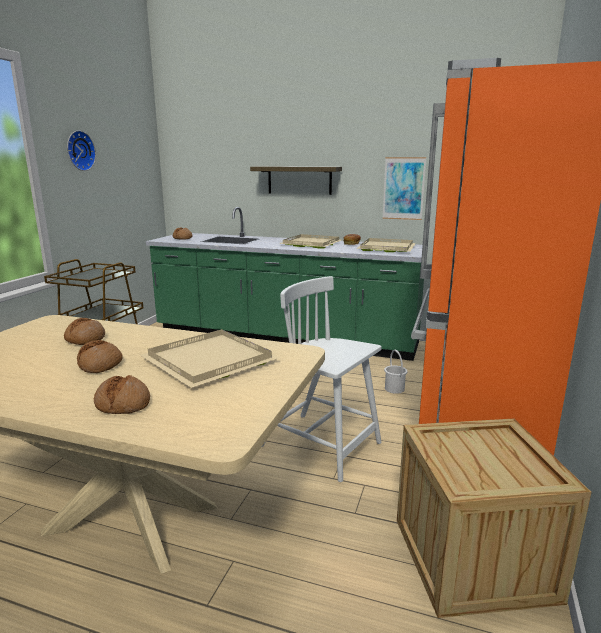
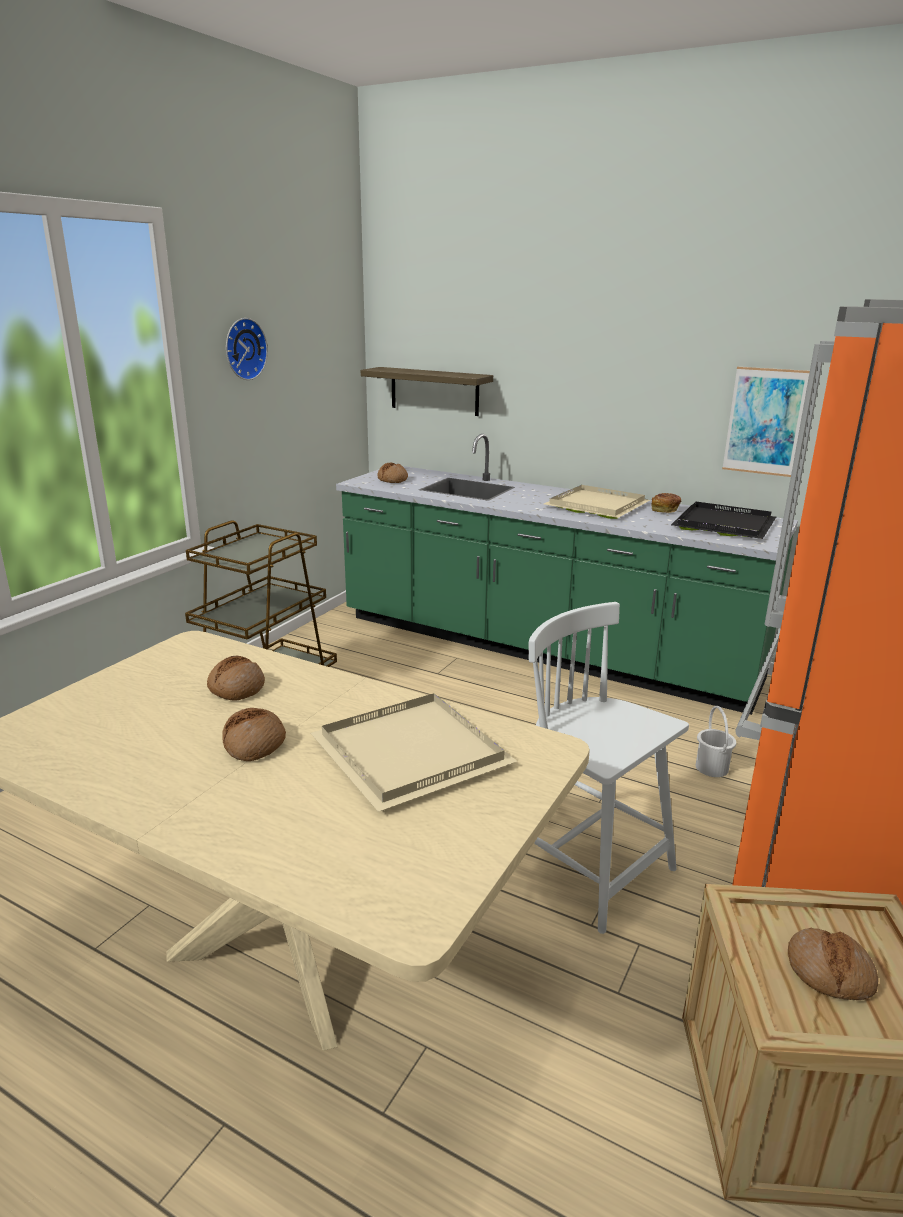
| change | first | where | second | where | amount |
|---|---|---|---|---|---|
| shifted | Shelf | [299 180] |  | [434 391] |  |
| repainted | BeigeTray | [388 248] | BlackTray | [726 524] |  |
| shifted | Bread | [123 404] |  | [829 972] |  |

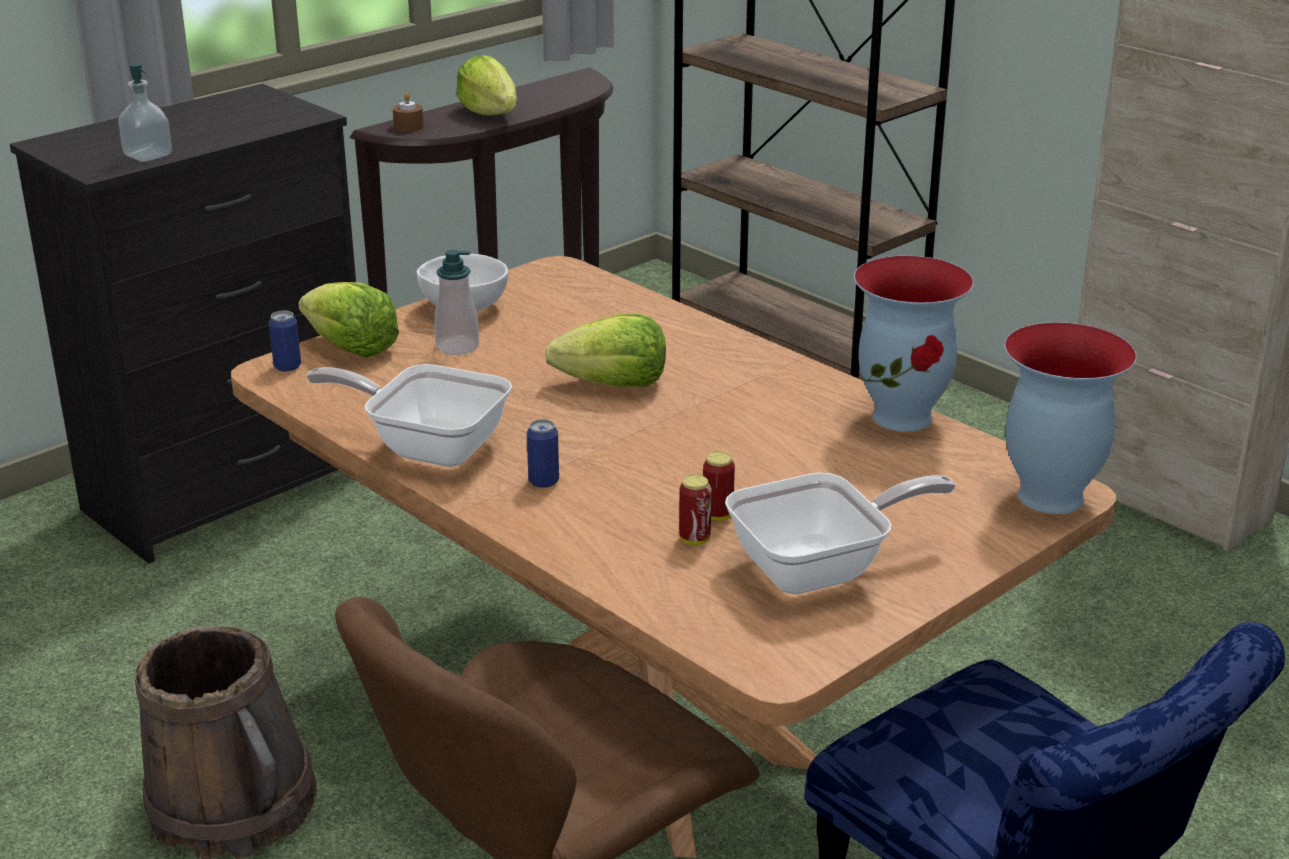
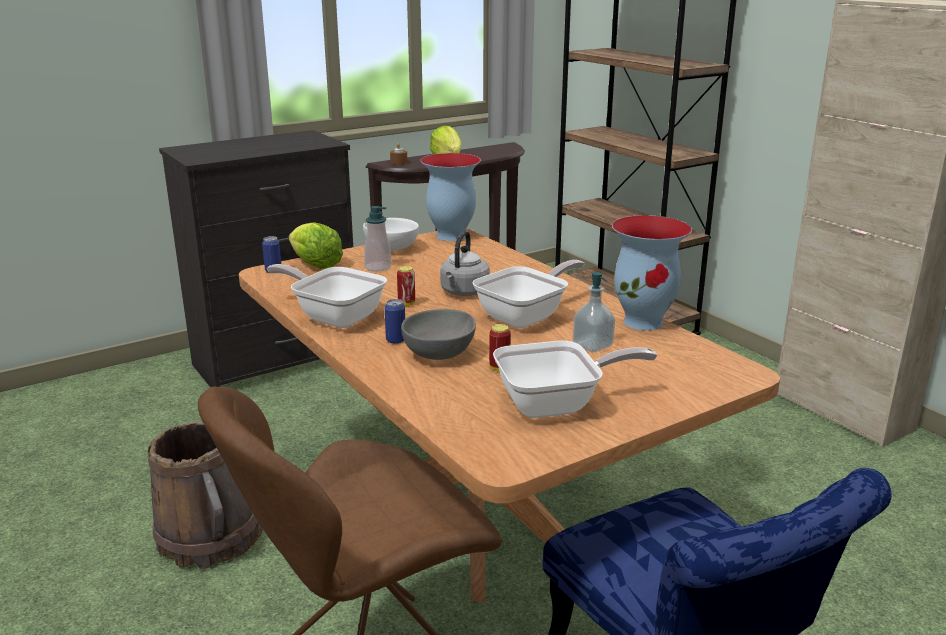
| change | first | where | second | where | amount |
|---|---|---|---|---|---|
| shifted | Can | [694 540] |  | [406 303] |  |
| new |  |  | GreyBowl | [441 355] |  |
| shifted | Vase | [1049 498] |  | [450 236] |  |
| swapped | Lettuce | [613 384] | GreyKettle | [463 292] |  |
| new |  |  | FryingPan | [527 316] |  |
| shifted | SoapDispenser | [148 155] |  | [592 345] |  |

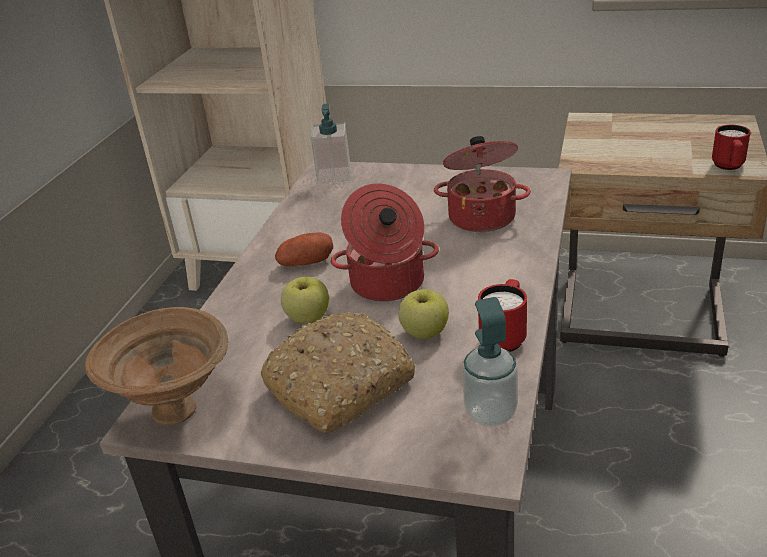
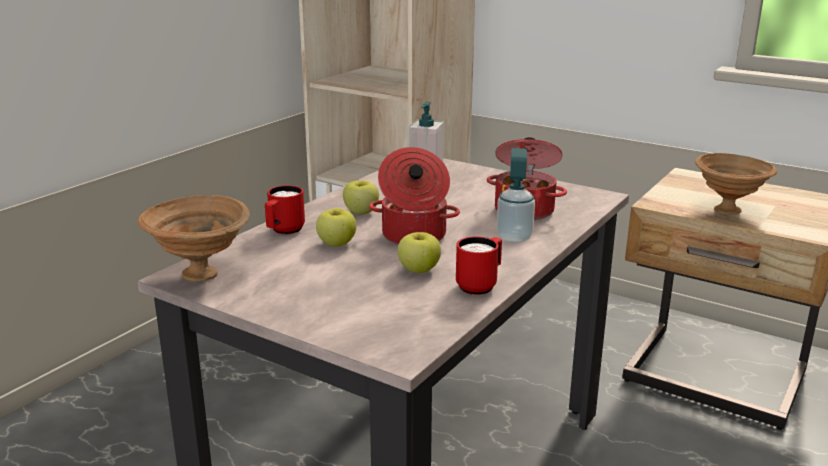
| change | first | where | second | where | amount |
|---|---|---|---|---|---|
| shifted | RedMug | [728 167] |  | [284 231] |  |
| swapped | Potato | [306 263] | Apple | [361 212] |  |
| shifted | SoapDispenser | [490 413] |  | [514 238] |  |
| new |  |  | BrownBowl | [727 210] |  |
| gone | Bread | [341 384] |  |  |  |

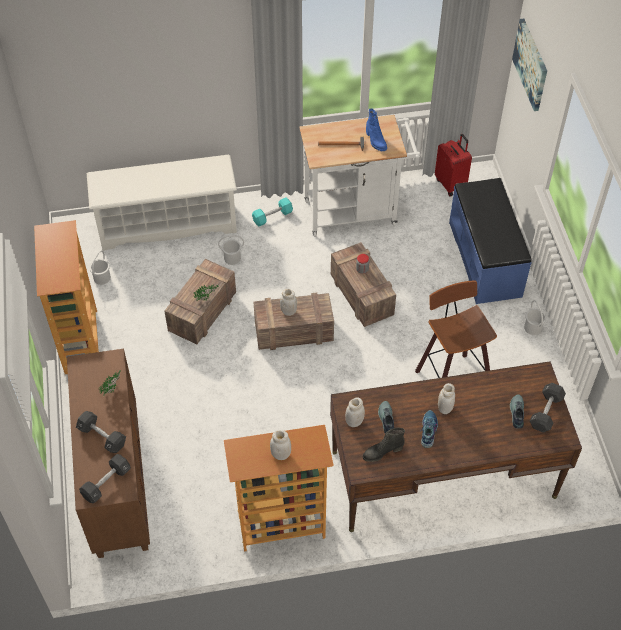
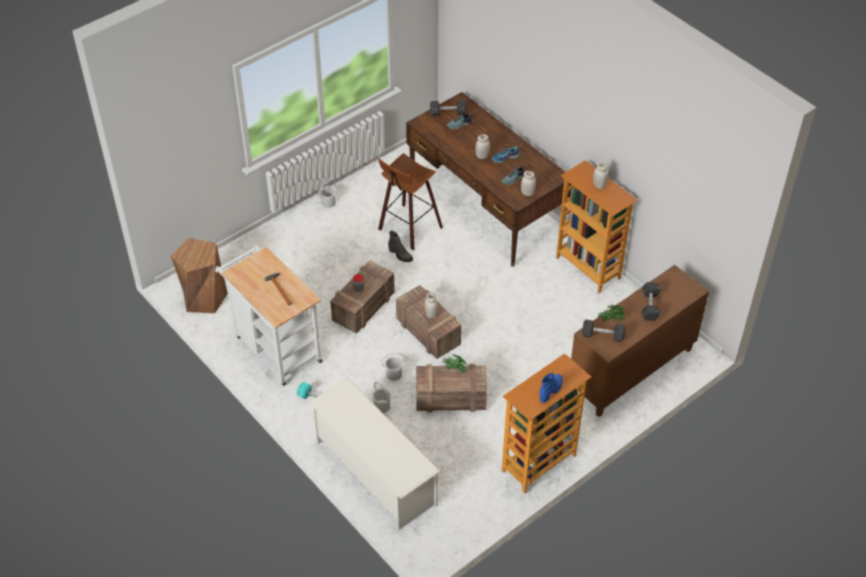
| change | first | where | second | where | amount |
|---|---|---|---|---|---|
| swapped | RedSuitcase | [451 184] | BrownStool | [204 298] |  |
| shifted | WhiteBucket | [101 278] |  | [394 374] |  |
| shifted | BlackBoot | [382 452] |  | [400 255] |  |
| shifted | BlueBoot | [375 141] |  | [551 390] |  |
| shifted | BlackDumbbell | [106 483] |  | [602 335] |  |
| gone | BlueBench | [485 259] |  |  |  |
| gone | Picture | [531 64] |  |  |  |

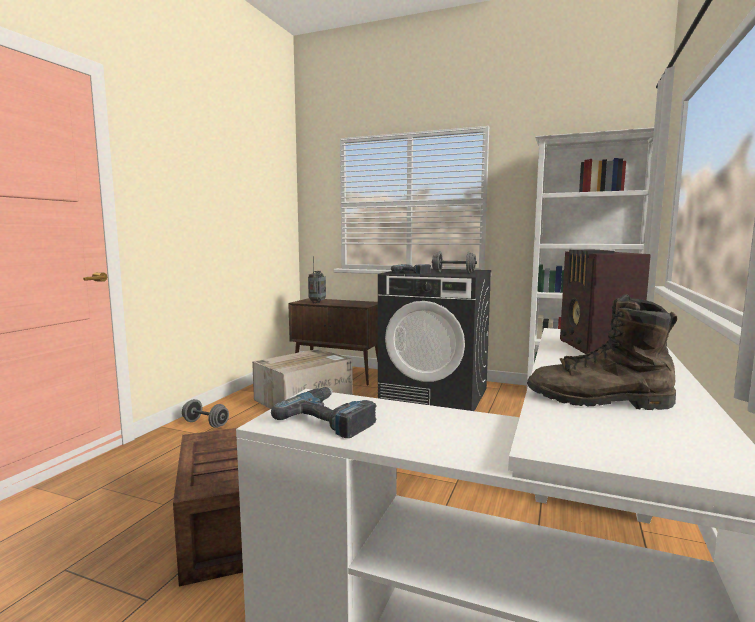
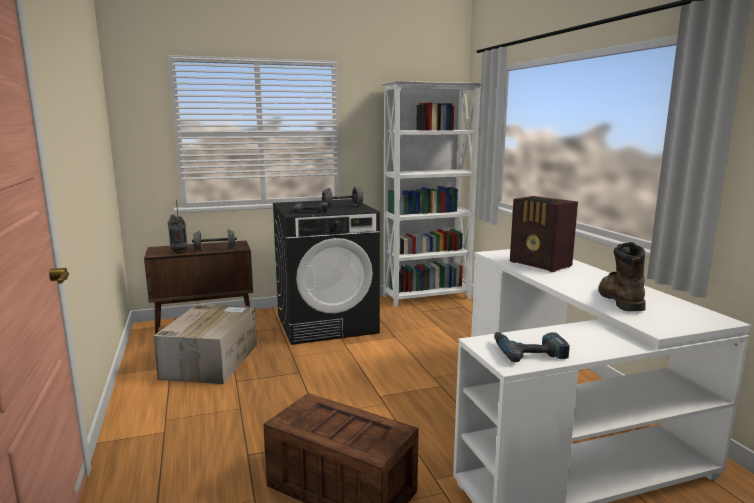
| change | first | where | second | where | amount |
|---|---|---|---|---|---|
| shifted | GreyDumbbell | [205 424] |  | [215 249] |  |
| rotated | BrownBoot | [598 401] |  | [619 300] | 120 degrees clockwise |

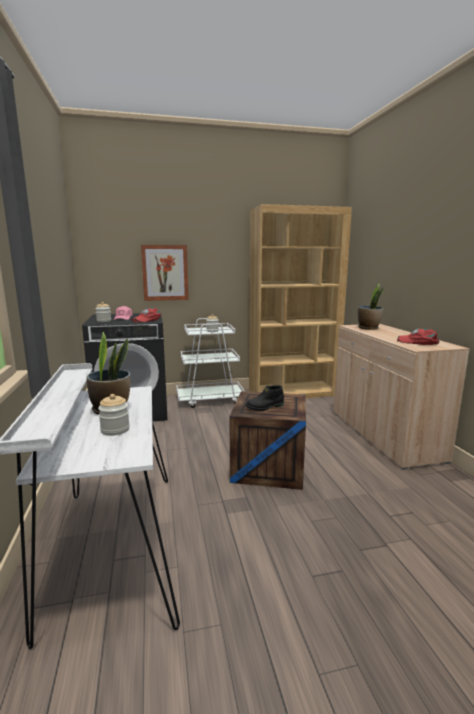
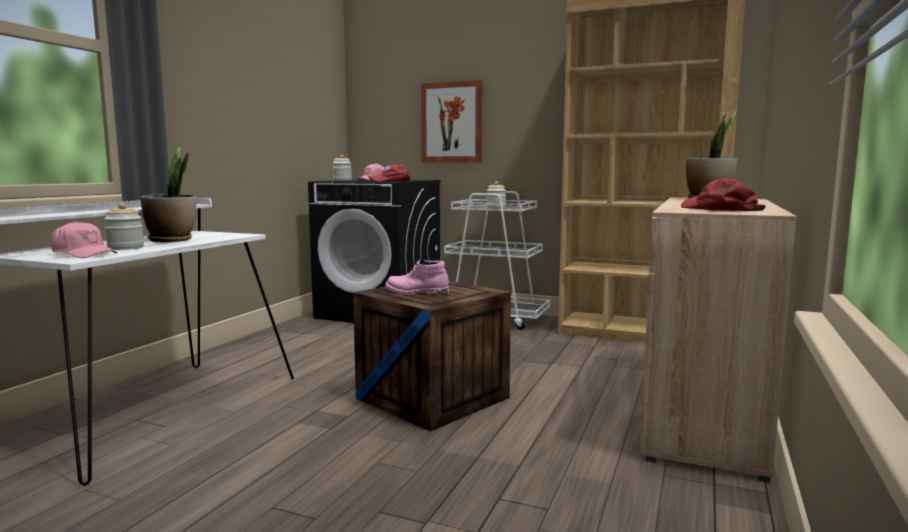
| change | first | where | second | where | amount |
|---|---|---|---|---|---|
| new |  |  | PinkCap | [84 254] |  |
| repainted | BlackBoot | [265 407] | PinkBoot | [416 292] |  |

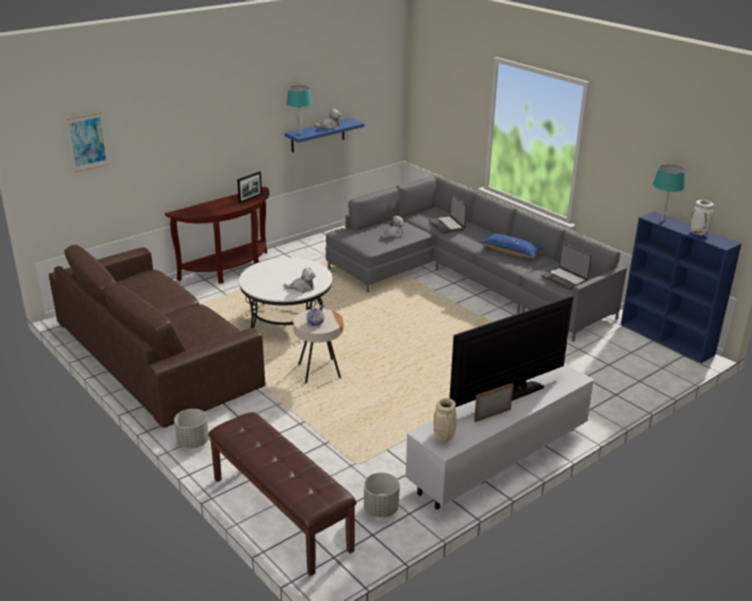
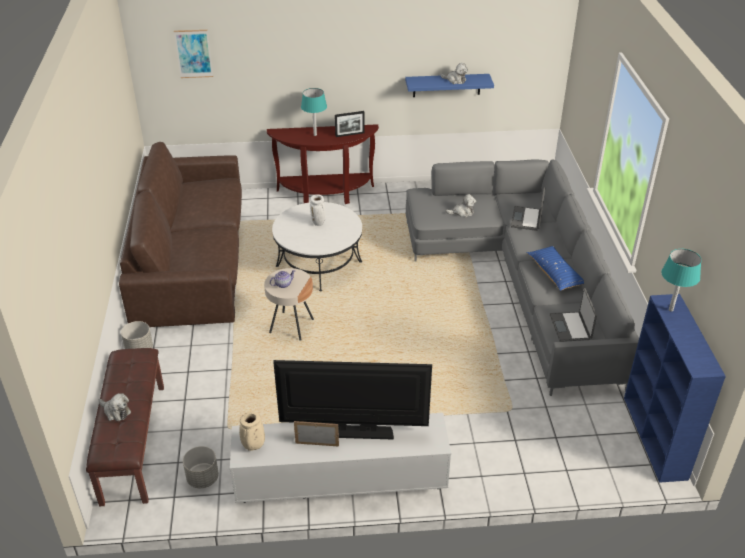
| change | first | where | second | where | amount |
|---|---|---|---|---|---|
| shifted | PlushToy | [301 288] |  | [116 411] |  |
| shifted | TurquoiseTableLamp | [300 134] |  | [315 135] |  |
| shifted | WhiteVase | [699 233] |  | [318 223] |  |

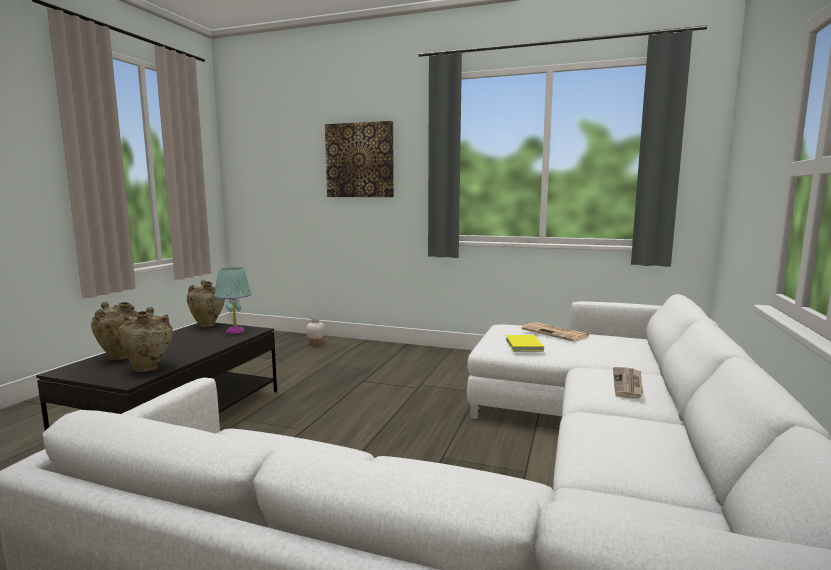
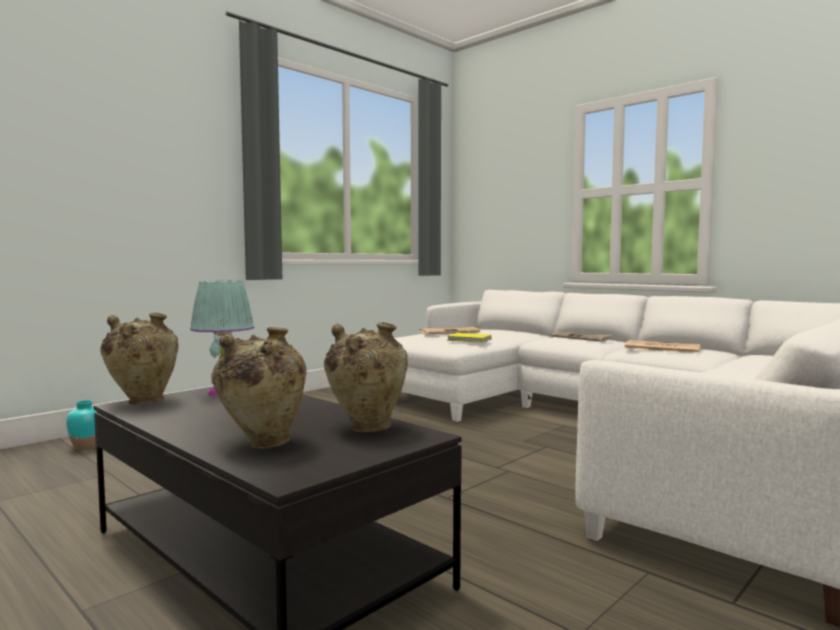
| change | first | where | second | where | amount |
|---|---|---|---|---|---|
| repainted | WhiteVase | [316 344] | TurquoiseVase | [86 447] |  |
| new |  |  | Newspaper | [661 348] |  |
| gone | Picture | [360 160] |  |  |  |

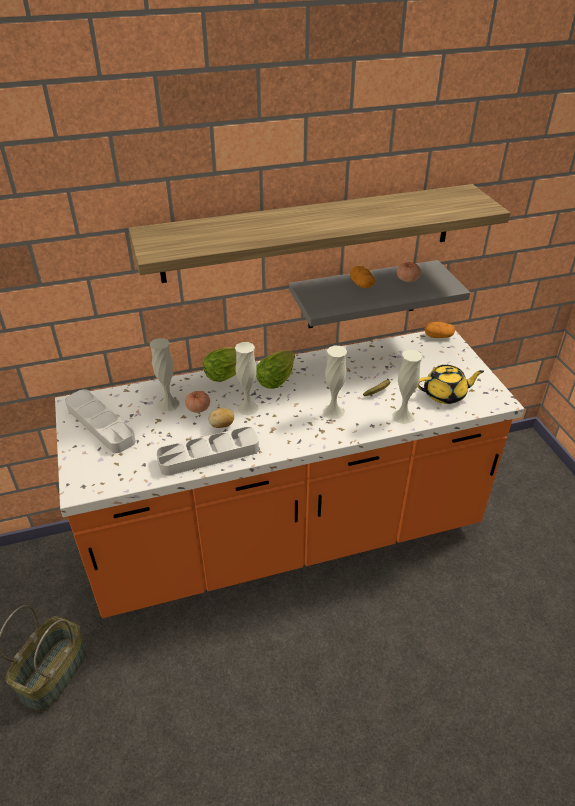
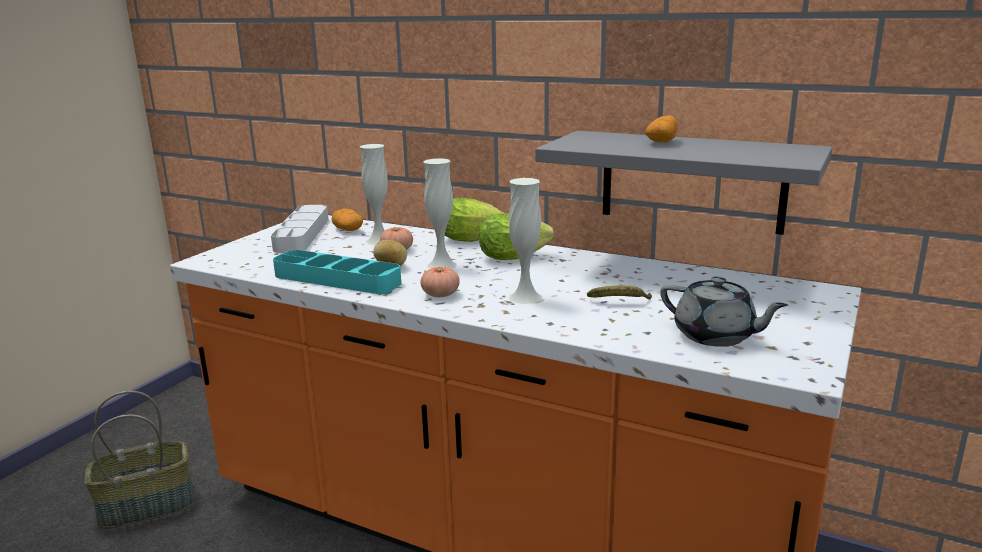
| change | first | where | second | where | amount |
|---|---|---|---|---|---|
| repainted | GreyTray | [209 455] | TurquoiseTray | [337 279] |  |
| shifted | Potato | [438 336] |  | [347 230] |  |
| shifted | Tomato | [407 279] |  | [440 294] |  |
| repainted | YellowTeapot | [445 394] | GreyTeapot | [715 336] |  |
| gone | Shelf | [310 233] |  |  |  |
| gone | WhiteVase | [402 416] |  |  |  |

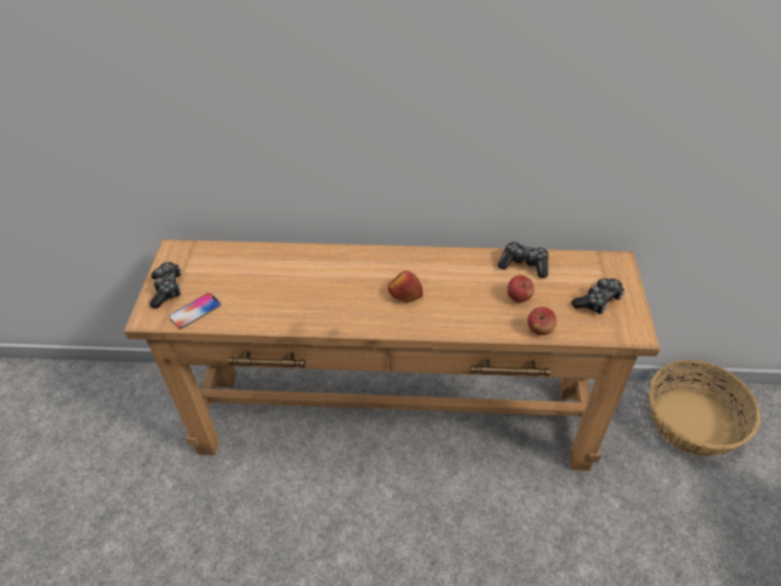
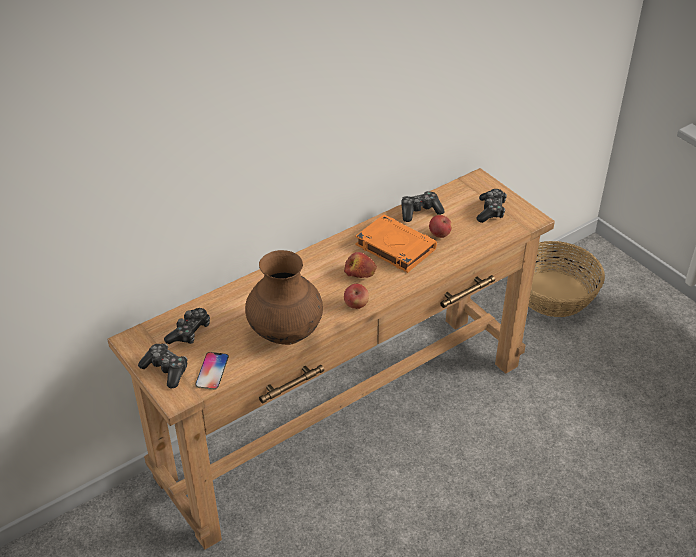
| change | first | where | second | where | amount |
|---|---|---|---|---|---|
| new |  |  | GameController | [189 332] |  |
| new |  |  | BrownVase | [286 333] |  |
| shifted | Apple | [540 330] |  | [356 305] |  |
| new |  |  | OrangeBook | [394 247] |  |

